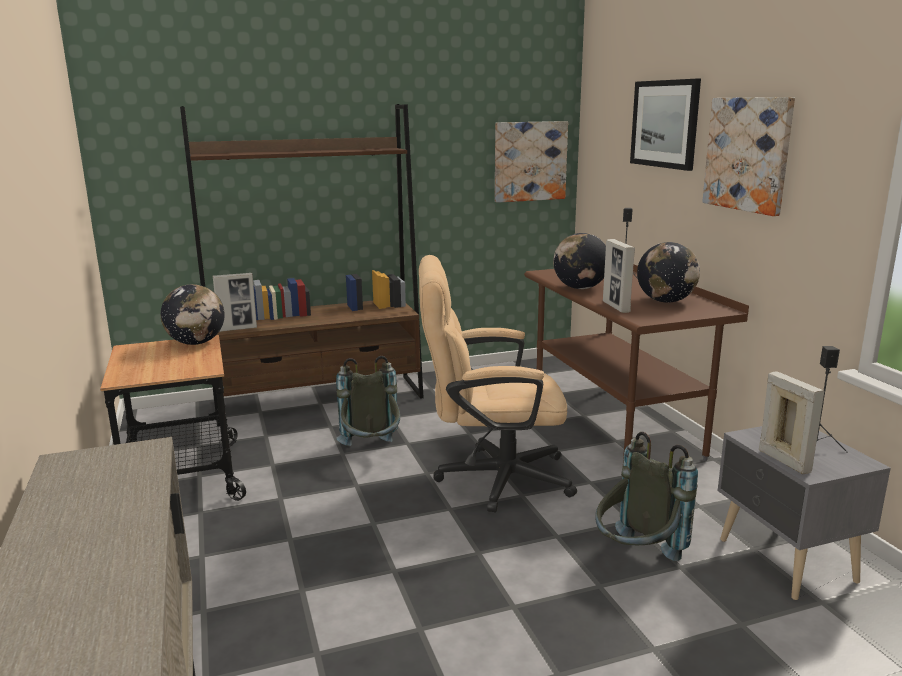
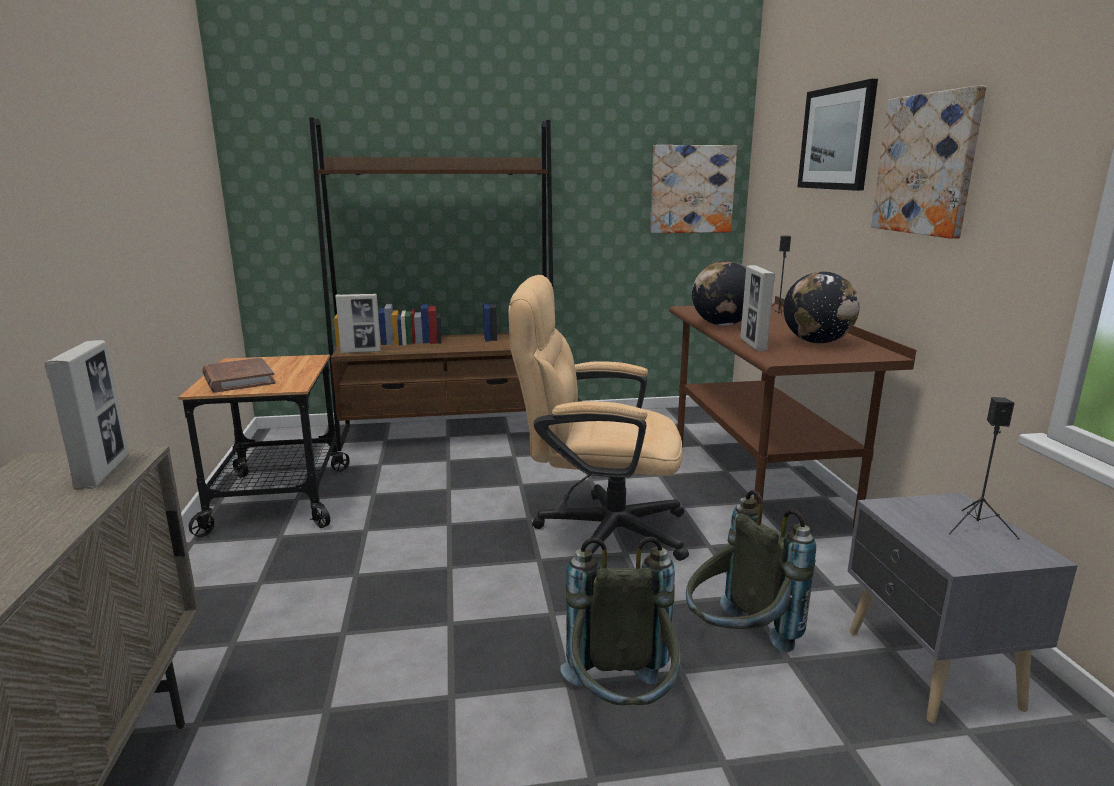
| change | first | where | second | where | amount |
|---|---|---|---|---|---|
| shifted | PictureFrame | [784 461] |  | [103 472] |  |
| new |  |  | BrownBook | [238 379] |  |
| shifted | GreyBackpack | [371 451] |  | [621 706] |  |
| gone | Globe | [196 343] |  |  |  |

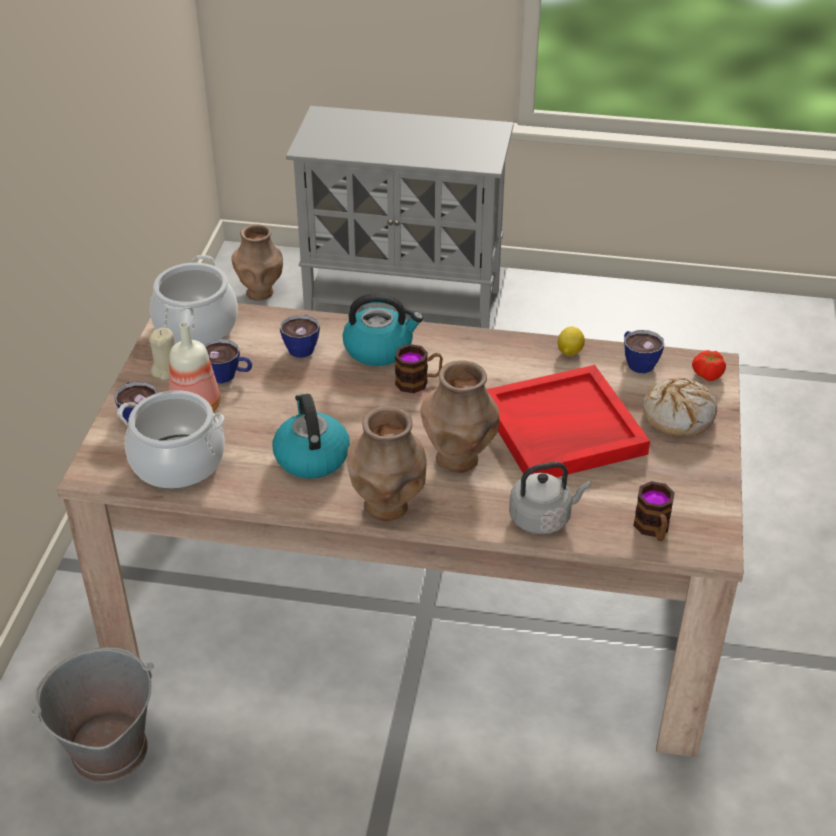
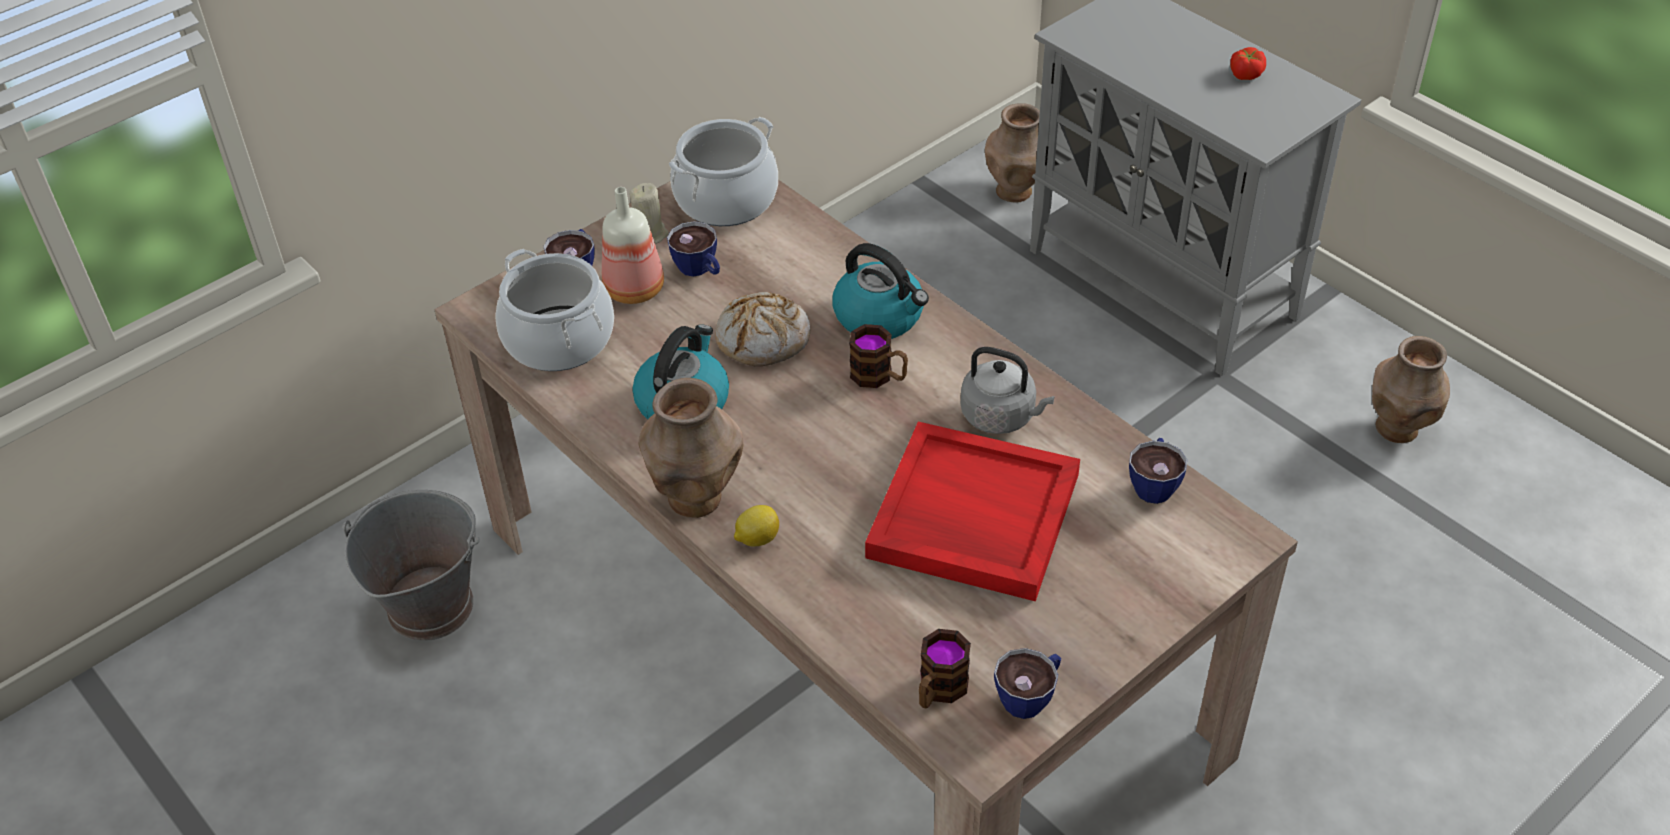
| change | first | where | second | where | amount |
|---|---|---|---|---|---|
| shifted | Bread | [679 415] |  | [763 339] |  |
| shifted | Lemon | [569 352] |  | [757 538] |  |
| shifted | GreyKettle | [543 518] |  | [1001 416] |  |
| shifted | Cup | [302 346] |  | [1030 696] |  |
| shifted | Tomato | [707 374] |  | [1245 74] |  |
| shifted | BrownVase | [458 460] |  | [1398 429] |  |

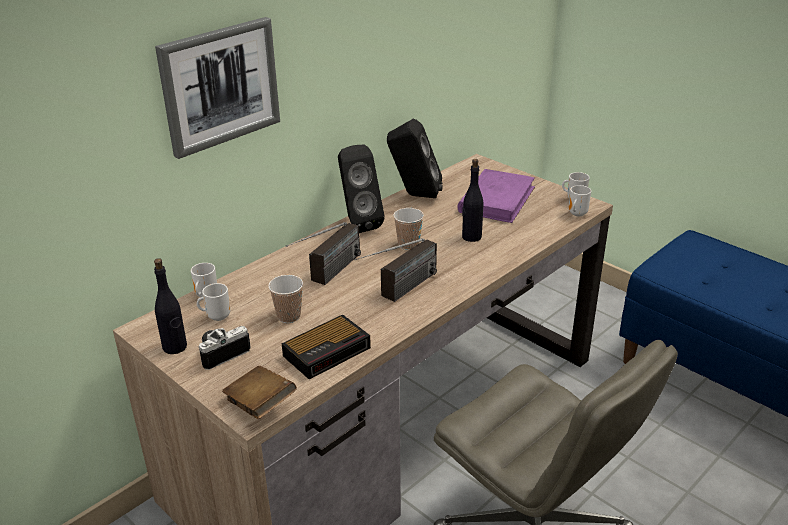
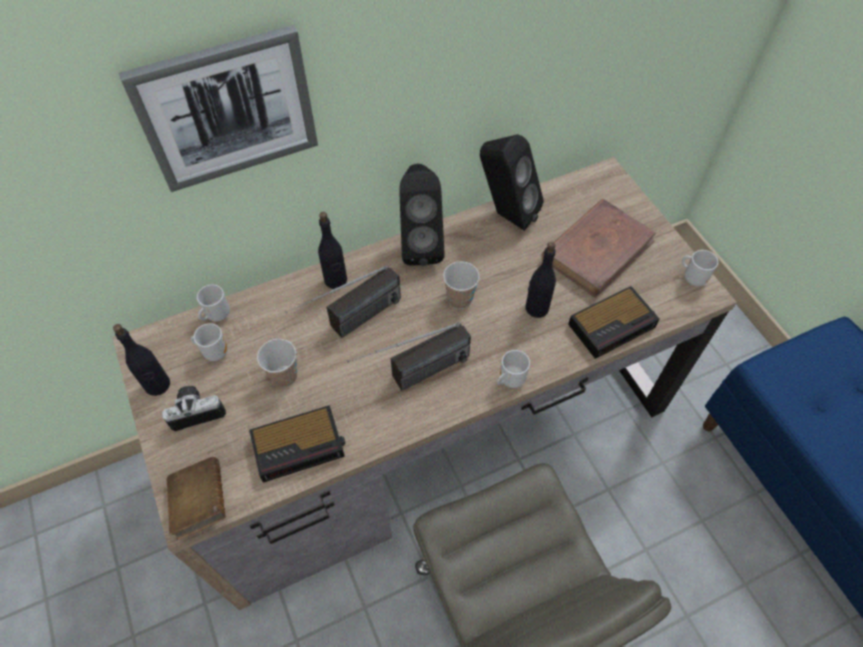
| change | first | where | second | where | amount |
|---|---|---|---|---|---|
| new |  |  | BlackBottle | [336 280] |  |
| shifted | Mug | [576 214] |  | [509 379] |  |
| repainted | PurpleBook | [497 200] | BrownBook | [597 250] |  |
| new |  |  | AlarmClock | [613 325] |  |

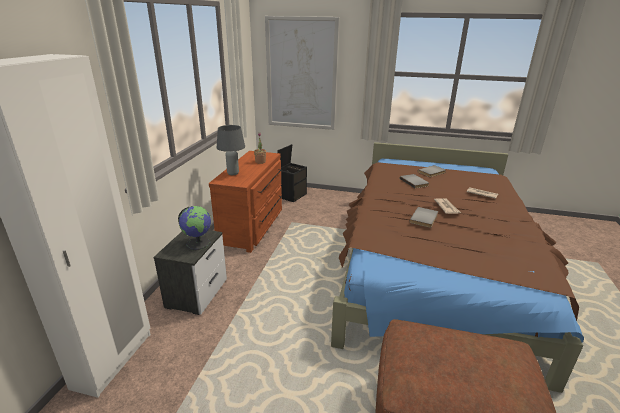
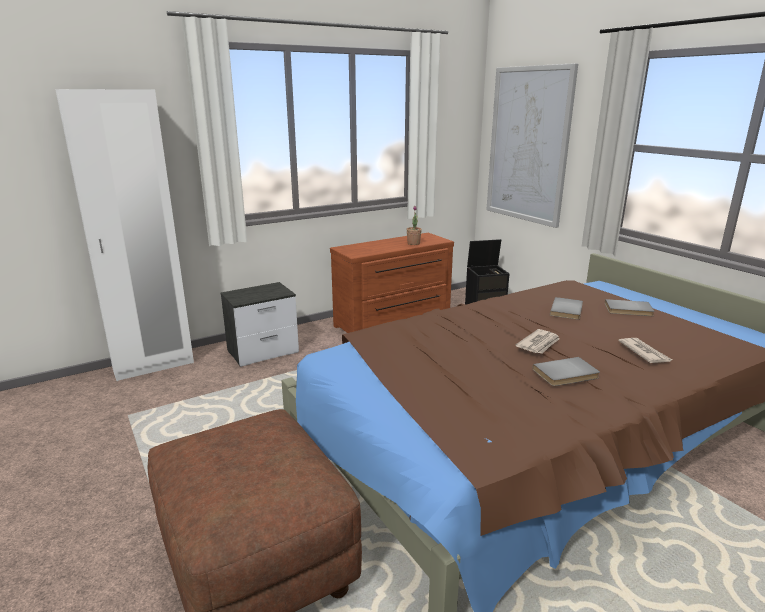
| change | first | where | second | where | amount |
|---|---|---|---|---|---|
| shifted | GreyBook | [425 218] |  | [567 374] |  |
| gone | Globe | [198 243] |  |  |  |
| gone | GreyTableLamp | [232 173] |  |  |  |

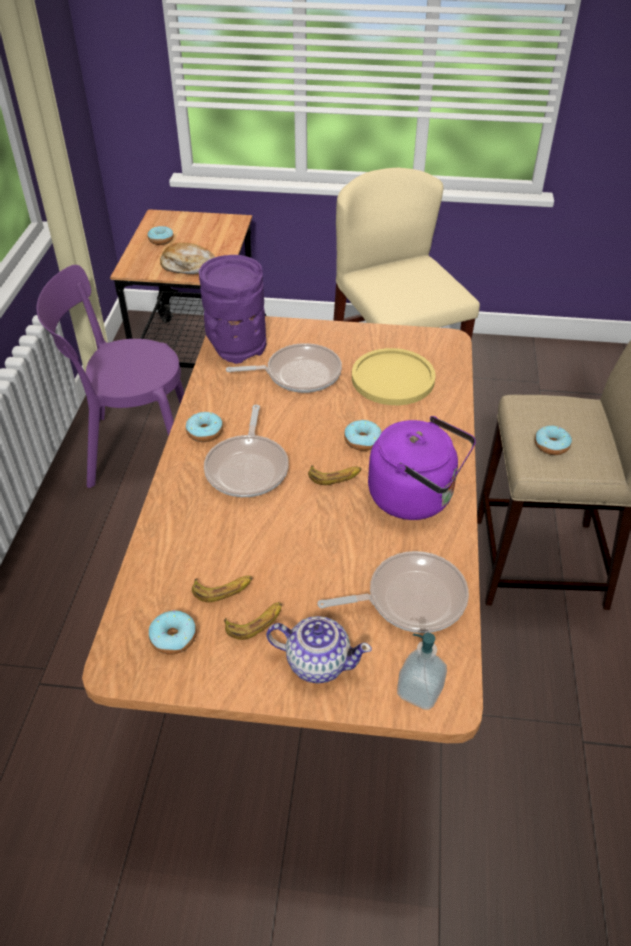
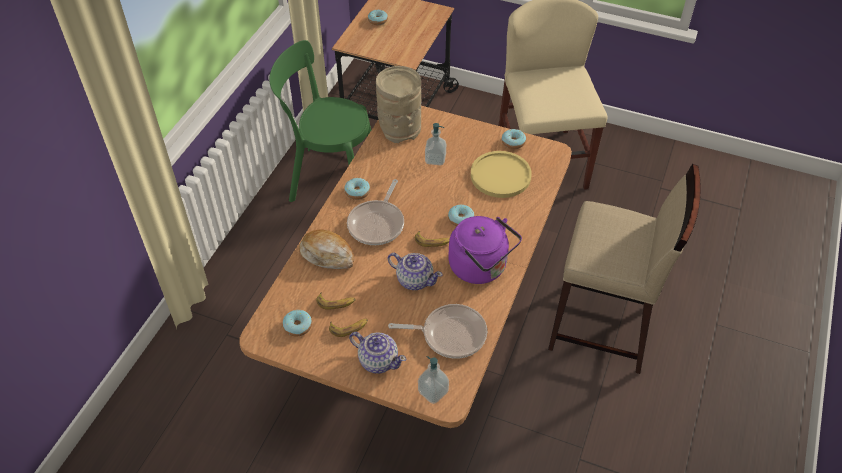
| change | first | where | second | where | amount |
|---|---|---|---|---|---|
| repainted | PurpleChair | [134 449] | GreenChair | [329 177] |  |
| shifted | Bread | [189 267] |  | [327 255] |  |
| repainted | PurpleVase | [236 345] | BeigeVase | [399 128] |  |
| new |  |  | Teapot | [414 279] |  |
| swapped | FryingPan | [298 374] | SoapDispenser | [435 159] |  |
| shifted | Donut | [551 445] |  | [513 142] |  |

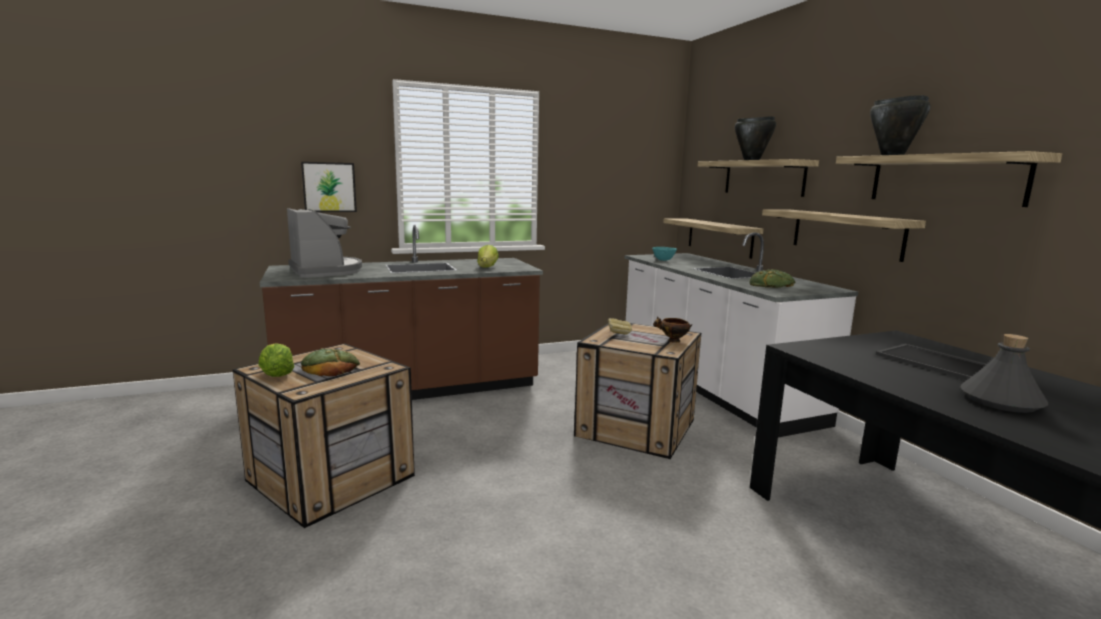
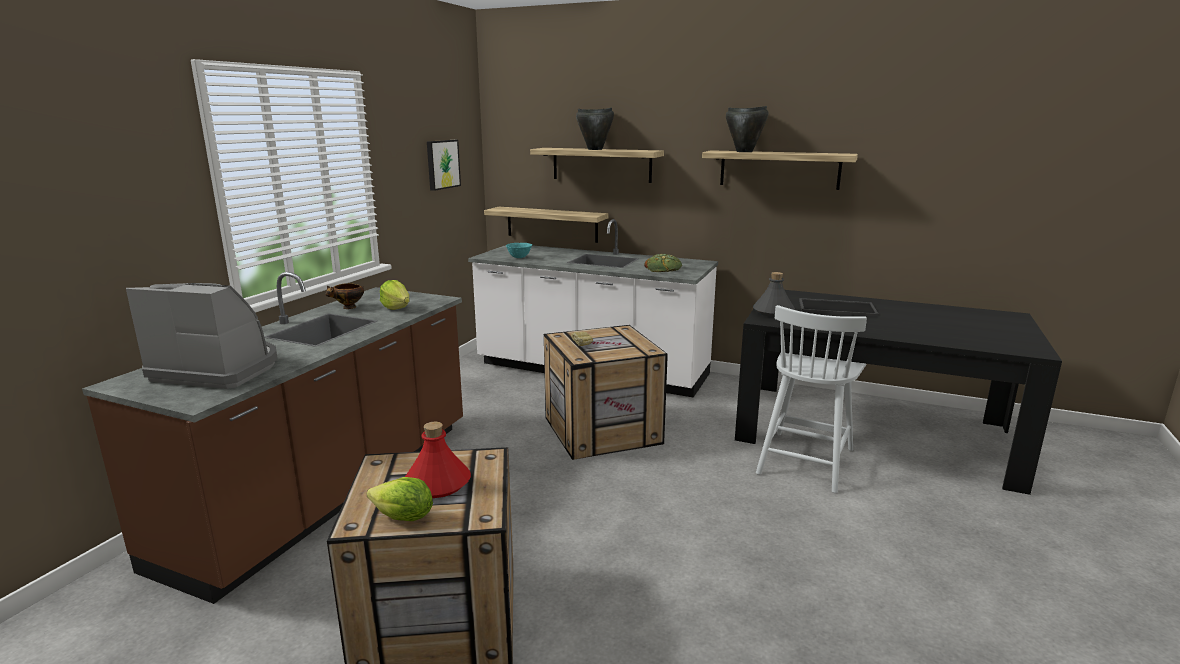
| change | first | where | second | where | amount |
|---|---|---|---|---|---|
| shifted | Bowl | [672 341] |  | [348 308] |  |
| swapped | Bread | [330 368] | RedBottle | [437 484] |  |
| shifted | Picture | [329 187] |  | [442 164] |  |
| shifted | GreyBottle | [1001 401] |  | [773 312] |  |
| new |  |  | WhiteChair | [805 460] |  |
| gone | Shelf | [846 233] |  |  |  |

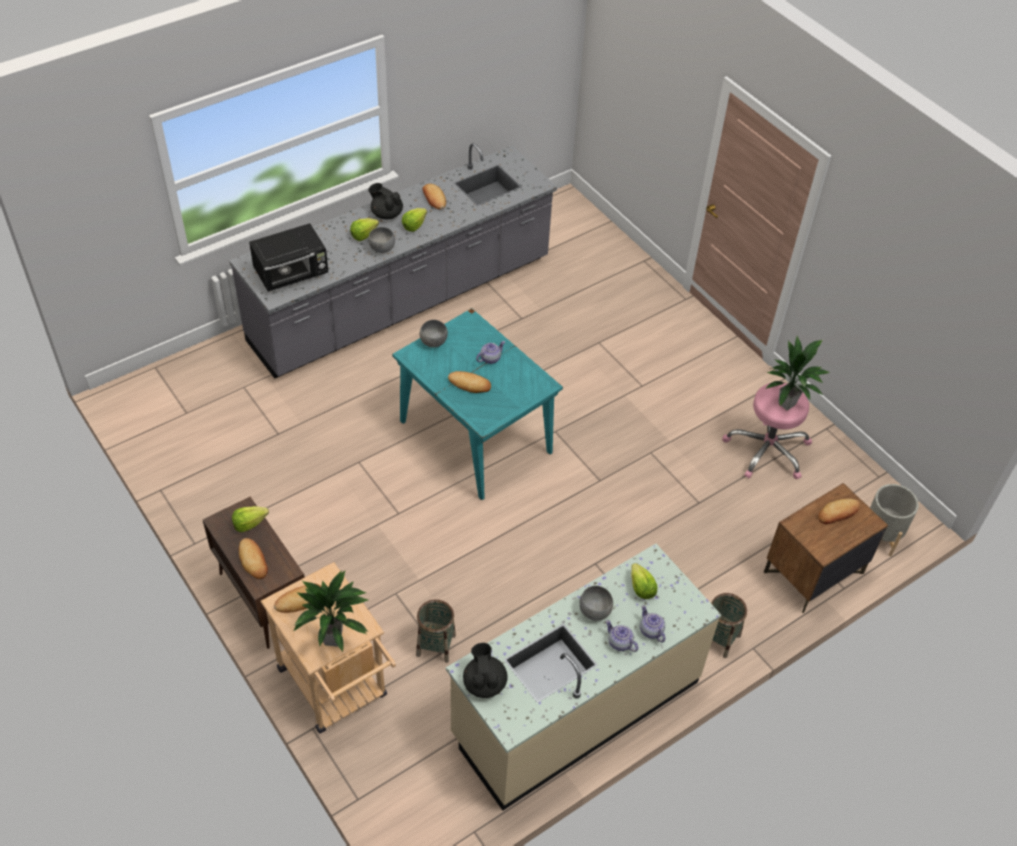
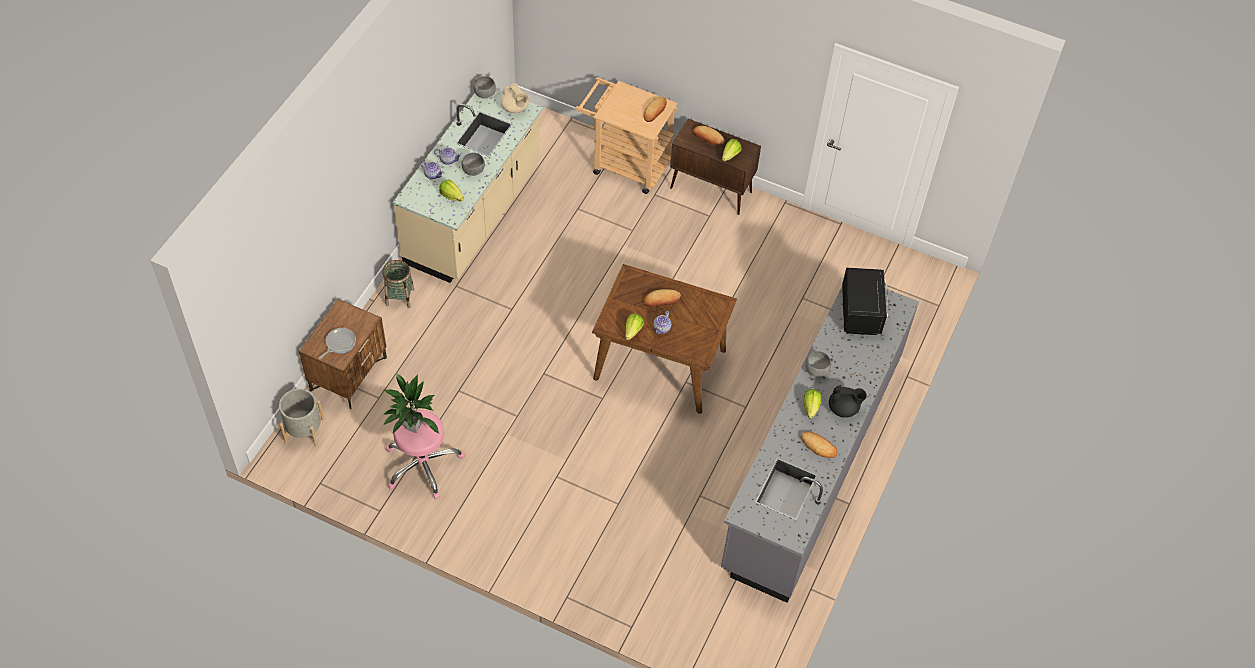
| change | first | where | second | where | amount |
|---|---|---|---|---|---|
| swapped | Bread | [838 513] | FryingPan | [339 343] |  |
| shifted | GreyBowl | [434 342] |  | [484 94] |  |
| repainted | BlackTeapot | [484 683] | BeigeTeapot | [515 108] |  |
| repainted | TurquoiseDiningTable | [474 436] | BrownDiningTable | [661 364] |  |
| shifted | Lettuce | [363 235] |  | [633 331] |  |
| rotated | BlackMicrowave | [292 274] |  | [861 312] | 150 degrees clockwise |
| gone | PottedPlant | [334 640] |  |  |  |
| gone | Basket | [435 645] |  |  |  |

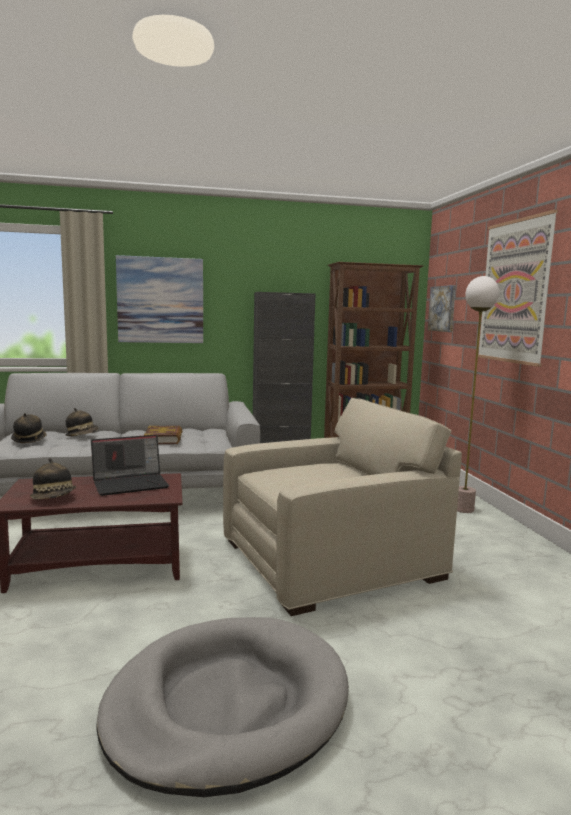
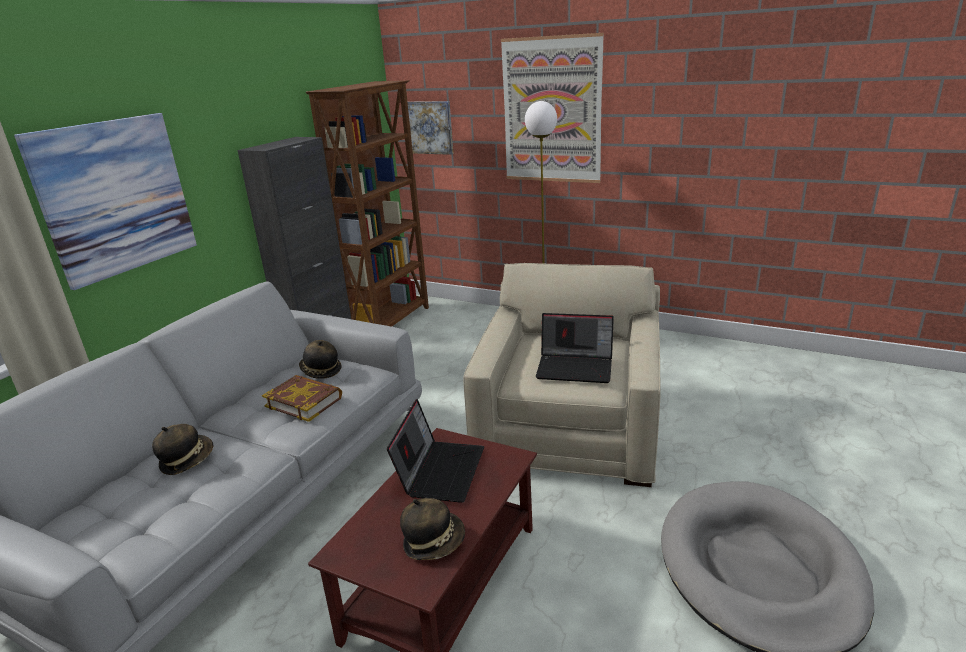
| change | first | where | second | where | amount |
|---|---|---|---|---|---|
| shifted | Hat | [29 439] |  | [320 371] |  |
| new |  |  | Laptop | [576 367] |  |

